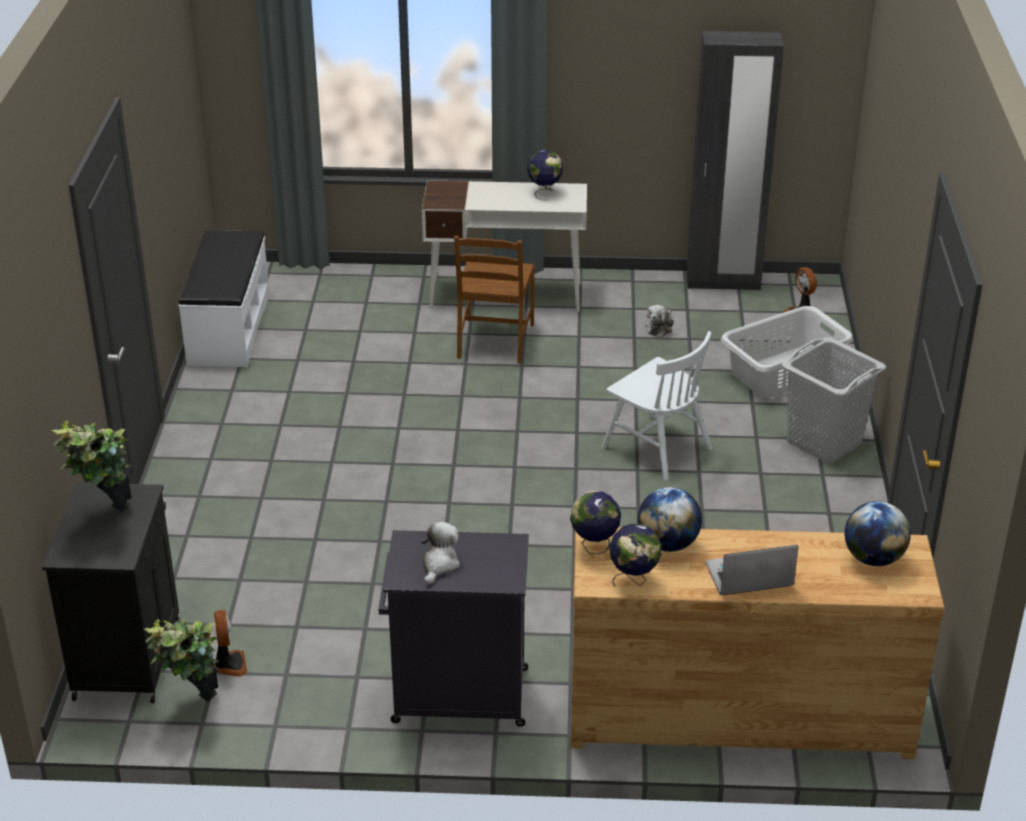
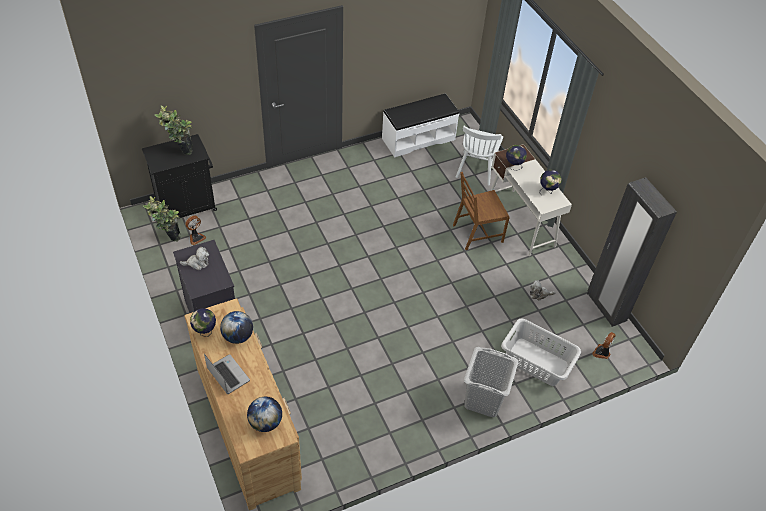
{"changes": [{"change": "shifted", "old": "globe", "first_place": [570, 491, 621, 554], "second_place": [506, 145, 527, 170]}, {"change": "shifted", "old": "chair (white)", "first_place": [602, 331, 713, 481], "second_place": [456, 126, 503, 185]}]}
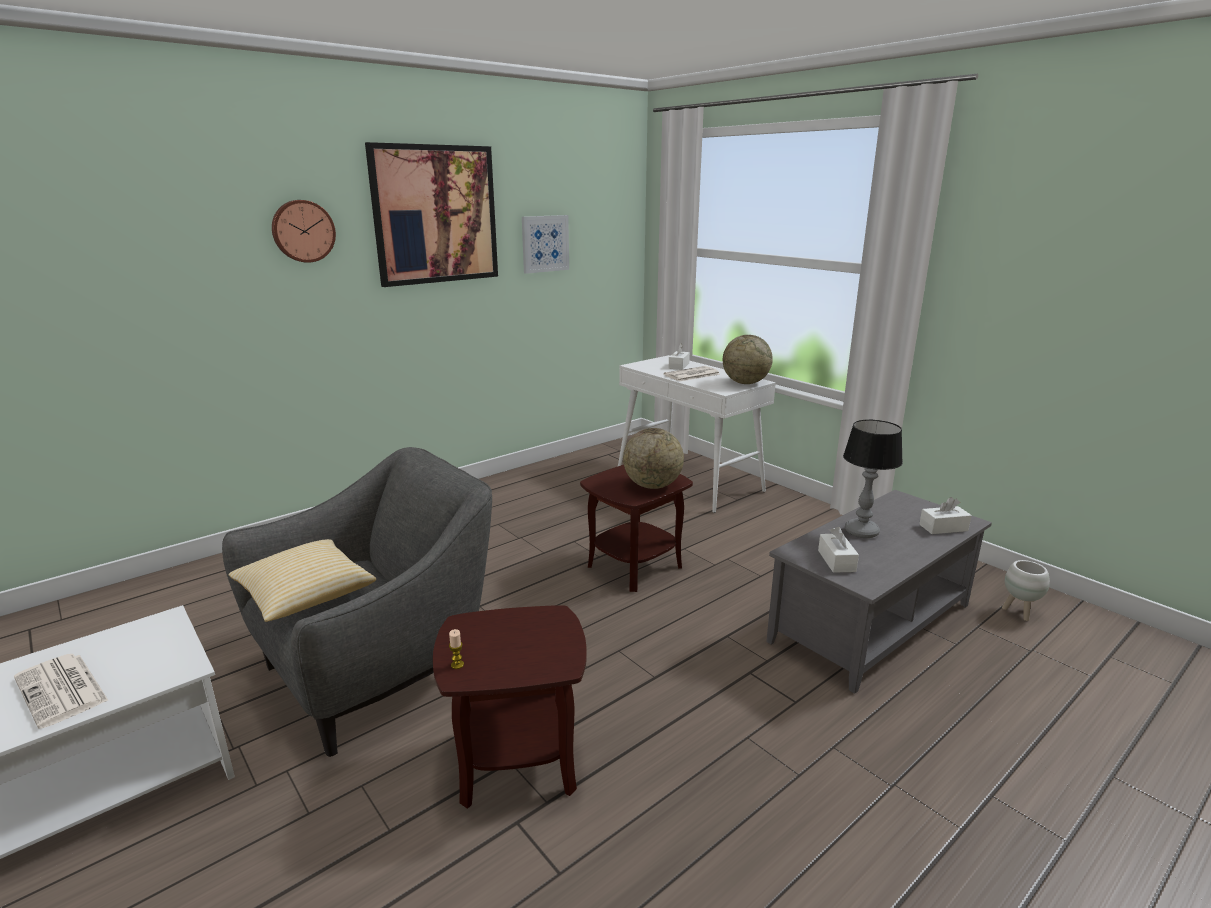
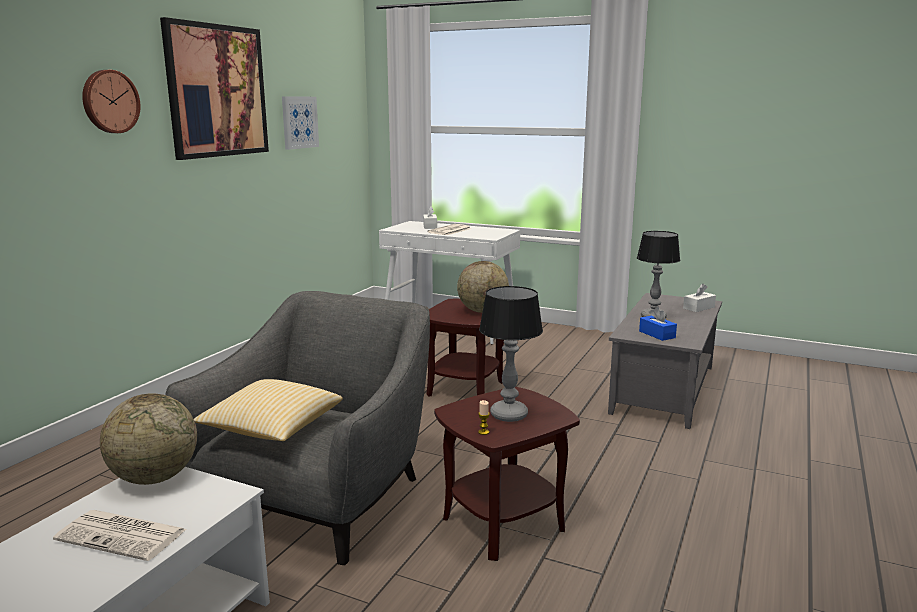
{"changes": [{"change": "gone", "old": "planter (white)", "first_place": [1002, 560, 1050, 621]}, {"change": "new", "new": "table lamp", "second_place": [479, 286, 543, 422]}, {"change": "shifted", "old": "globe", "first_place": [723, 335, 773, 384], "second_place": [100, 394, 197, 485]}, {"change": "repainted", "old": "tissue box (white)", "new": "tissue box (blue)", "first_place": [818, 527, 859, 573], "second_place": [639, 307, 677, 341]}]}
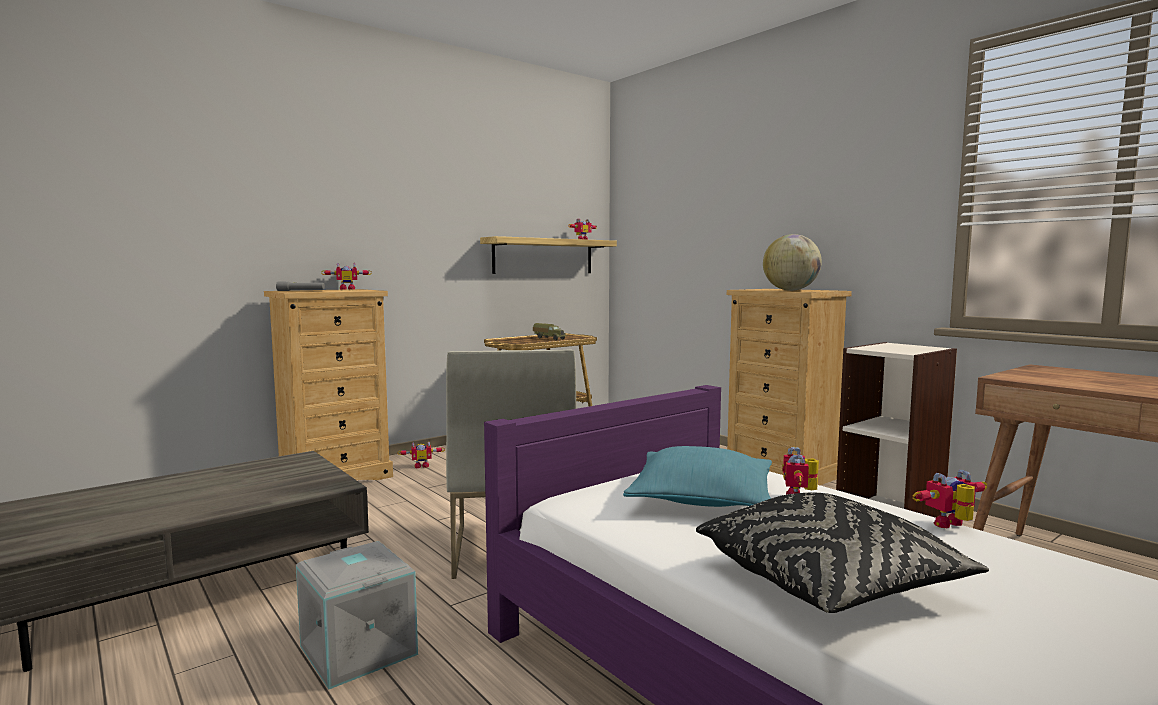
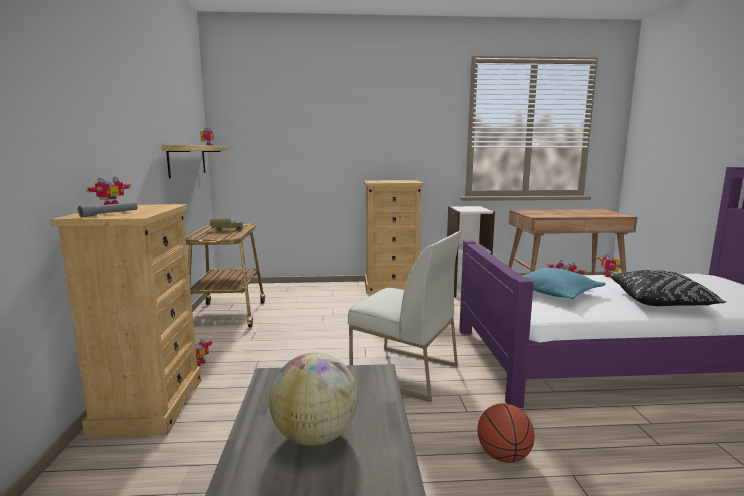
{"changes": [{"change": "shifted", "old": "globe", "first_place": [763, 234, 822, 291], "second_place": [269, 353, 358, 446]}, {"change": "swapped", "old": "storage box (grey)", "new": "basketball", "first_place": [296, 541, 418, 689], "second_place": [477, 403, 535, 463]}]}
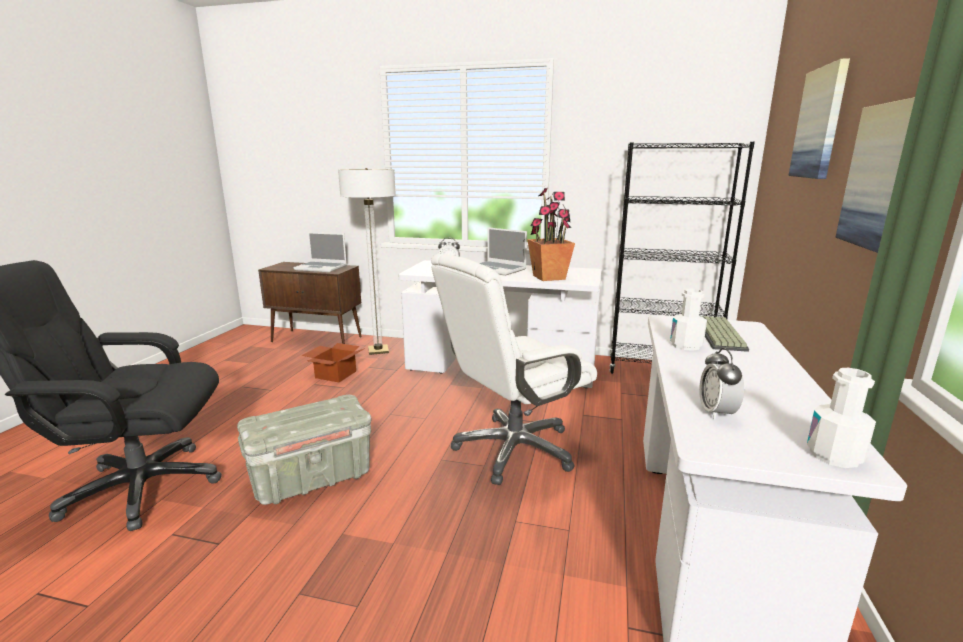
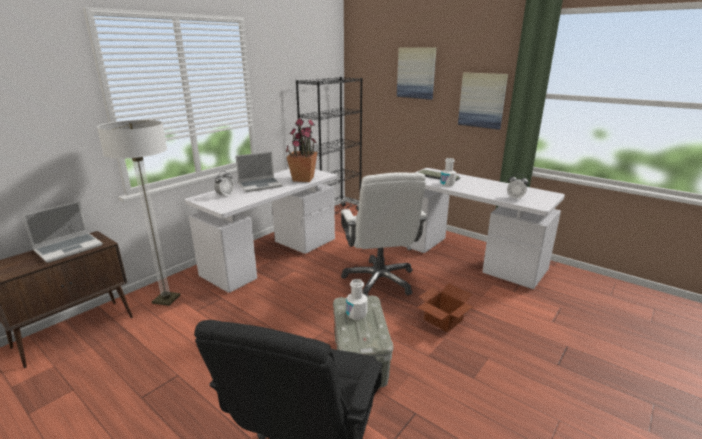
{"changes": [{"change": "shifted", "old": "cardboard box", "first_place": [301, 343, 364, 382], "second_place": [417, 283, 473, 332]}, {"change": "shifted", "old": "bottle (white)", "first_place": [807, 368, 876, 468], "second_place": [346, 279, 368, 320]}]}
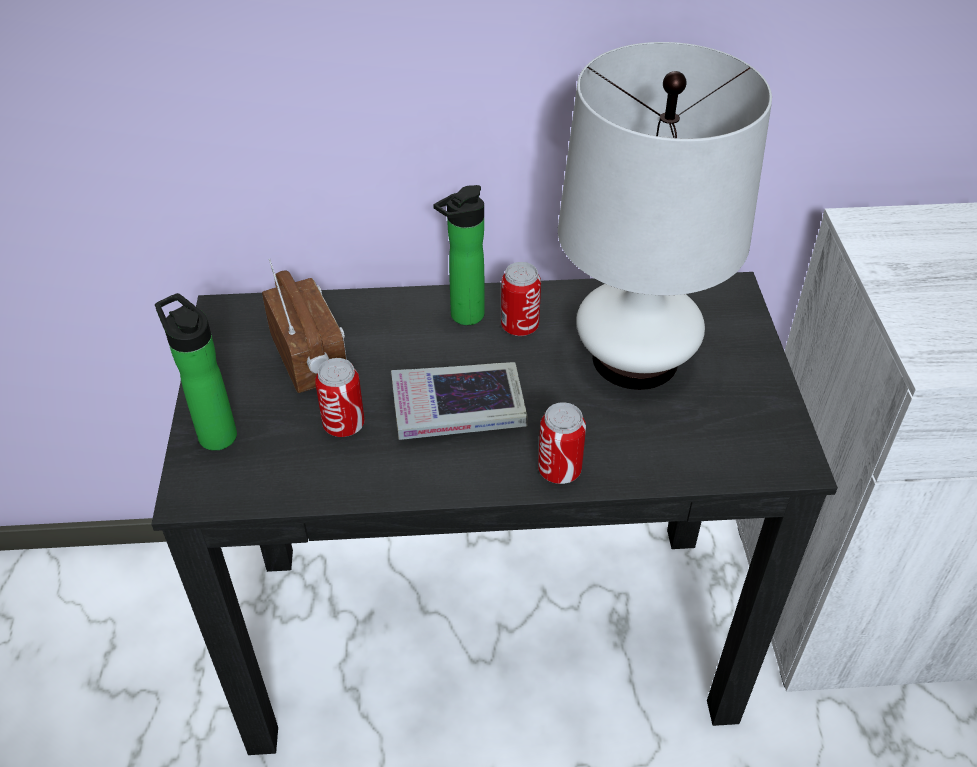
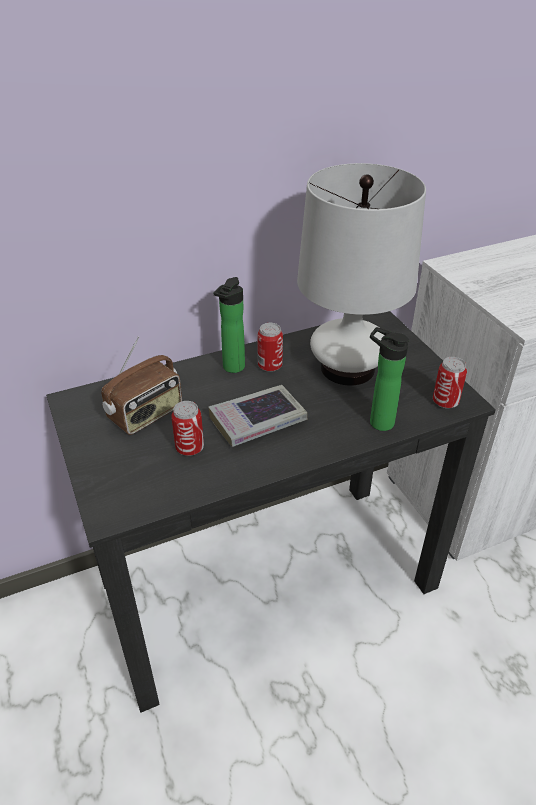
{"changes": [{"change": "shifted", "old": "bottle", "first_place": [155, 293, 237, 451], "second_place": [370, 327, 409, 431]}, {"change": "shifted", "old": "can", "first_place": [538, 402, 586, 484], "second_place": [433, 357, 467, 409]}, {"change": "rotated", "old": "radio", "first_place": [262, 259, 347, 393], "second_place": [101, 336, 182, 435], "degrees": 90}]}
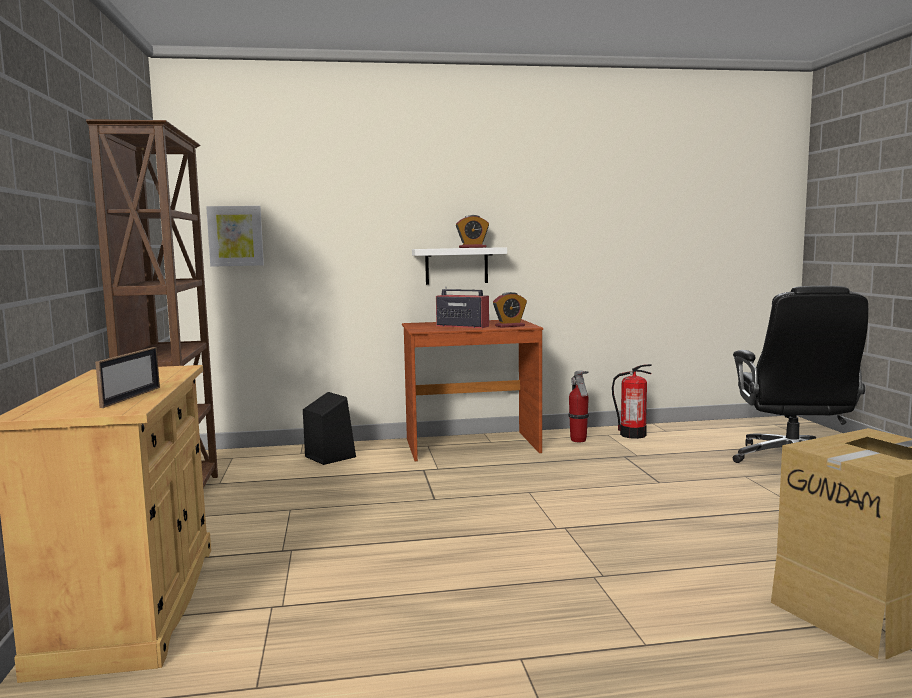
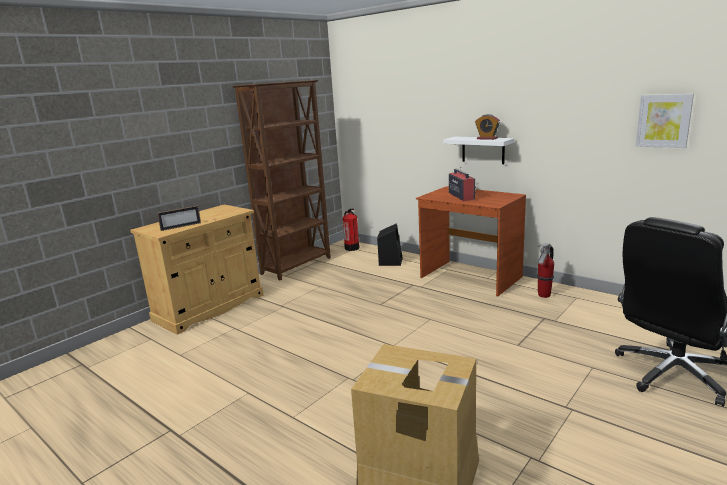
{"changes": [{"change": "gone", "old": "alarm clock", "first_place": [493, 292, 527, 328]}, {"change": "shifted", "old": "picture", "first_place": [206, 206, 264, 267], "second_place": [636, 94, 694, 148]}, {"change": "shifted", "old": "fire extinguisher", "first_place": [612, 364, 652, 439], "second_place": [343, 209, 360, 251]}]}
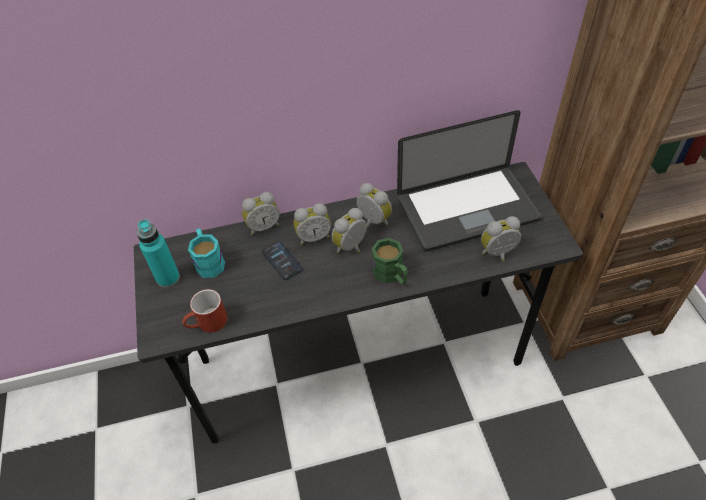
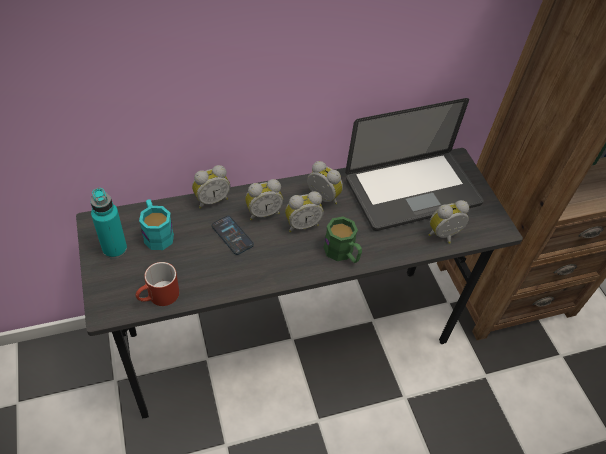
{"changes": [{"change": "rotated", "old": "alarm clock", "first_place": [331, 208, 367, 254], "second_place": [285, 191, 324, 232], "degrees": -150}]}
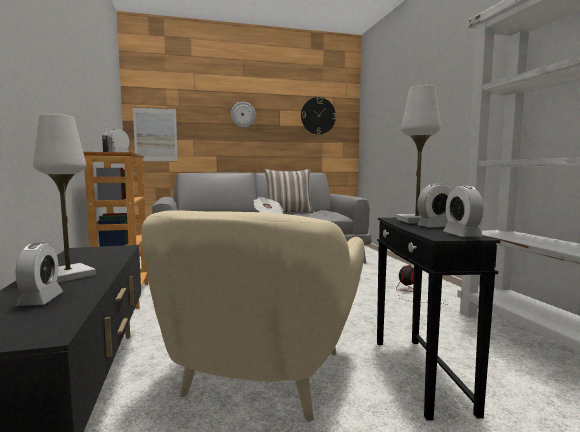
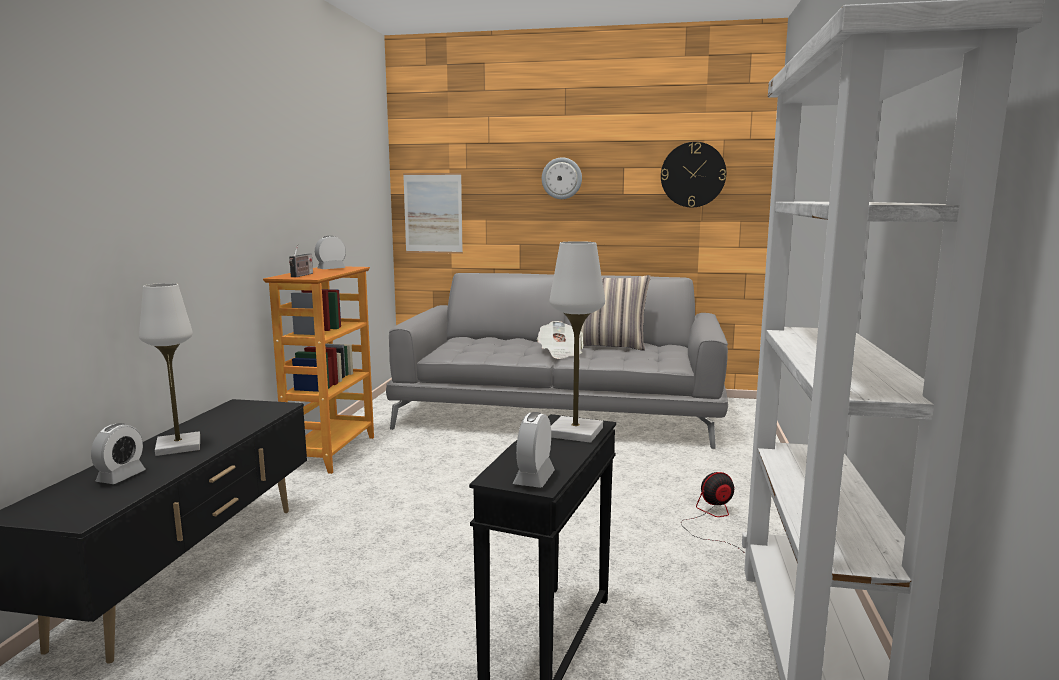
{"changes": [{"change": "gone", "old": "armchair (beige)", "first_place": [142, 210, 364, 421]}, {"change": "gone", "old": "alarm clock", "first_place": [417, 183, 452, 227]}]}
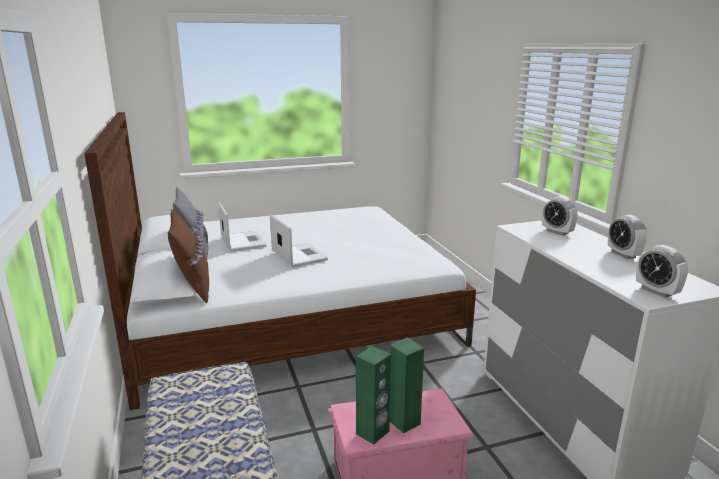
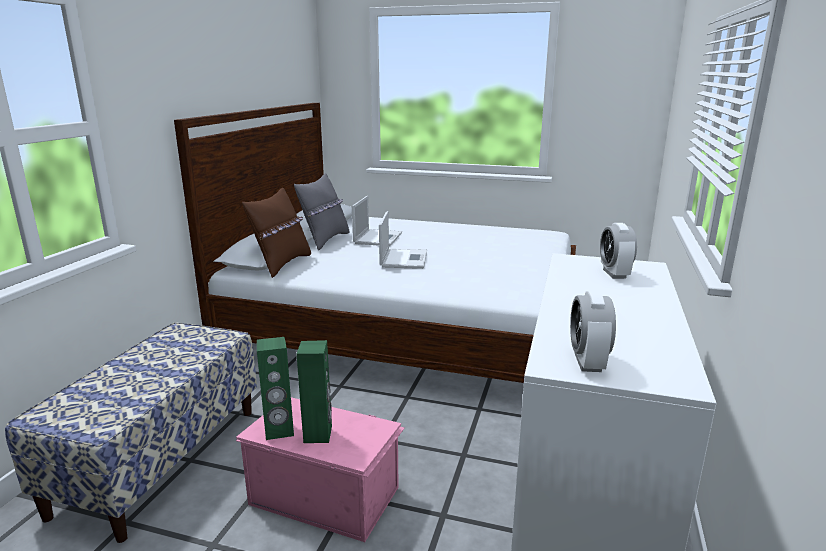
{"changes": [{"change": "gone", "old": "alarm clock", "first_place": [608, 215, 647, 259]}]}
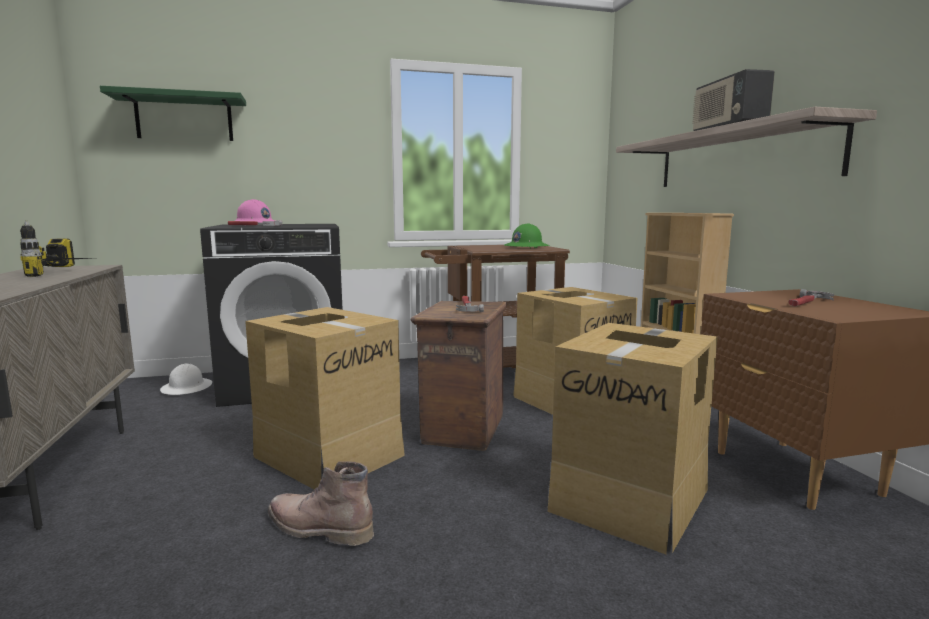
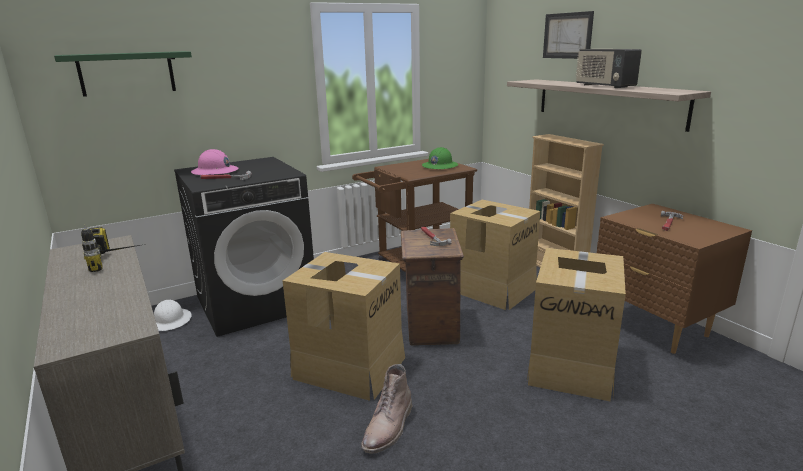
{"changes": [{"change": "new", "new": "picture", "second_place": [543, 11, 594, 59]}, {"change": "rotated", "old": "boot (brown)", "first_place": [268, 461, 374, 546], "second_place": [361, 364, 412, 454], "degrees": -75}]}
